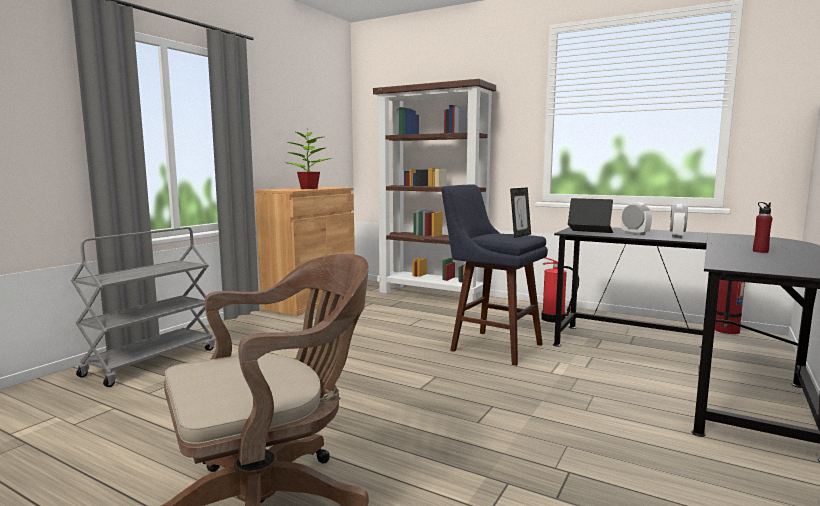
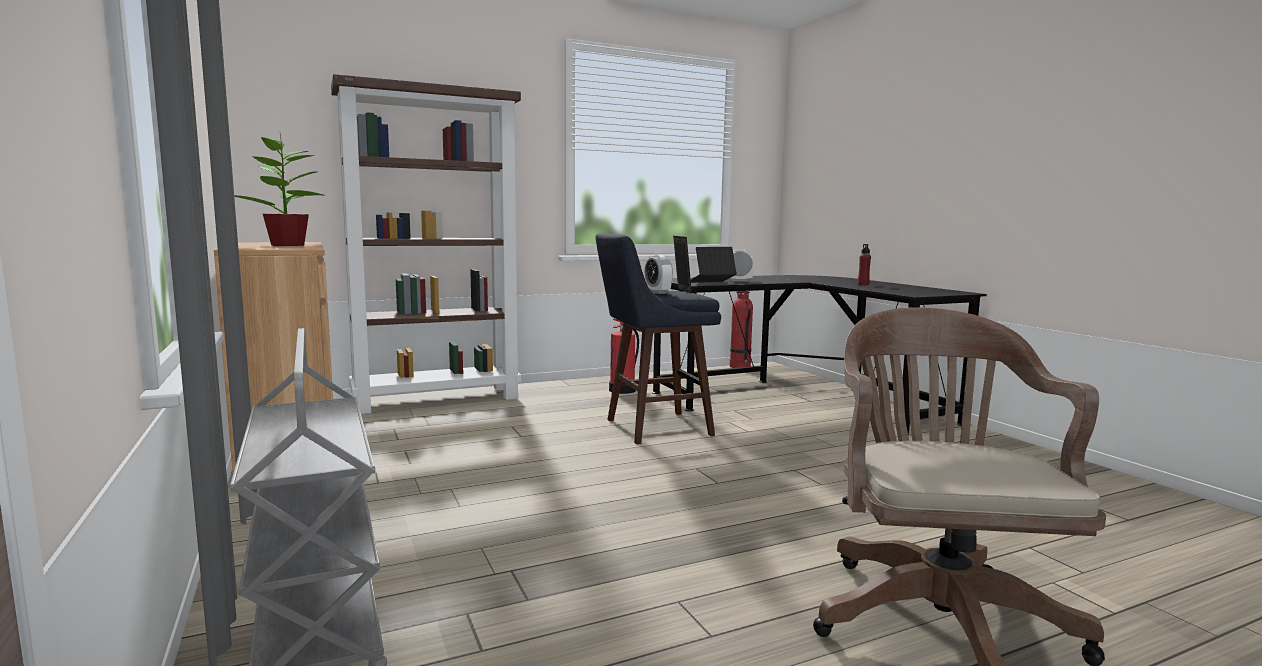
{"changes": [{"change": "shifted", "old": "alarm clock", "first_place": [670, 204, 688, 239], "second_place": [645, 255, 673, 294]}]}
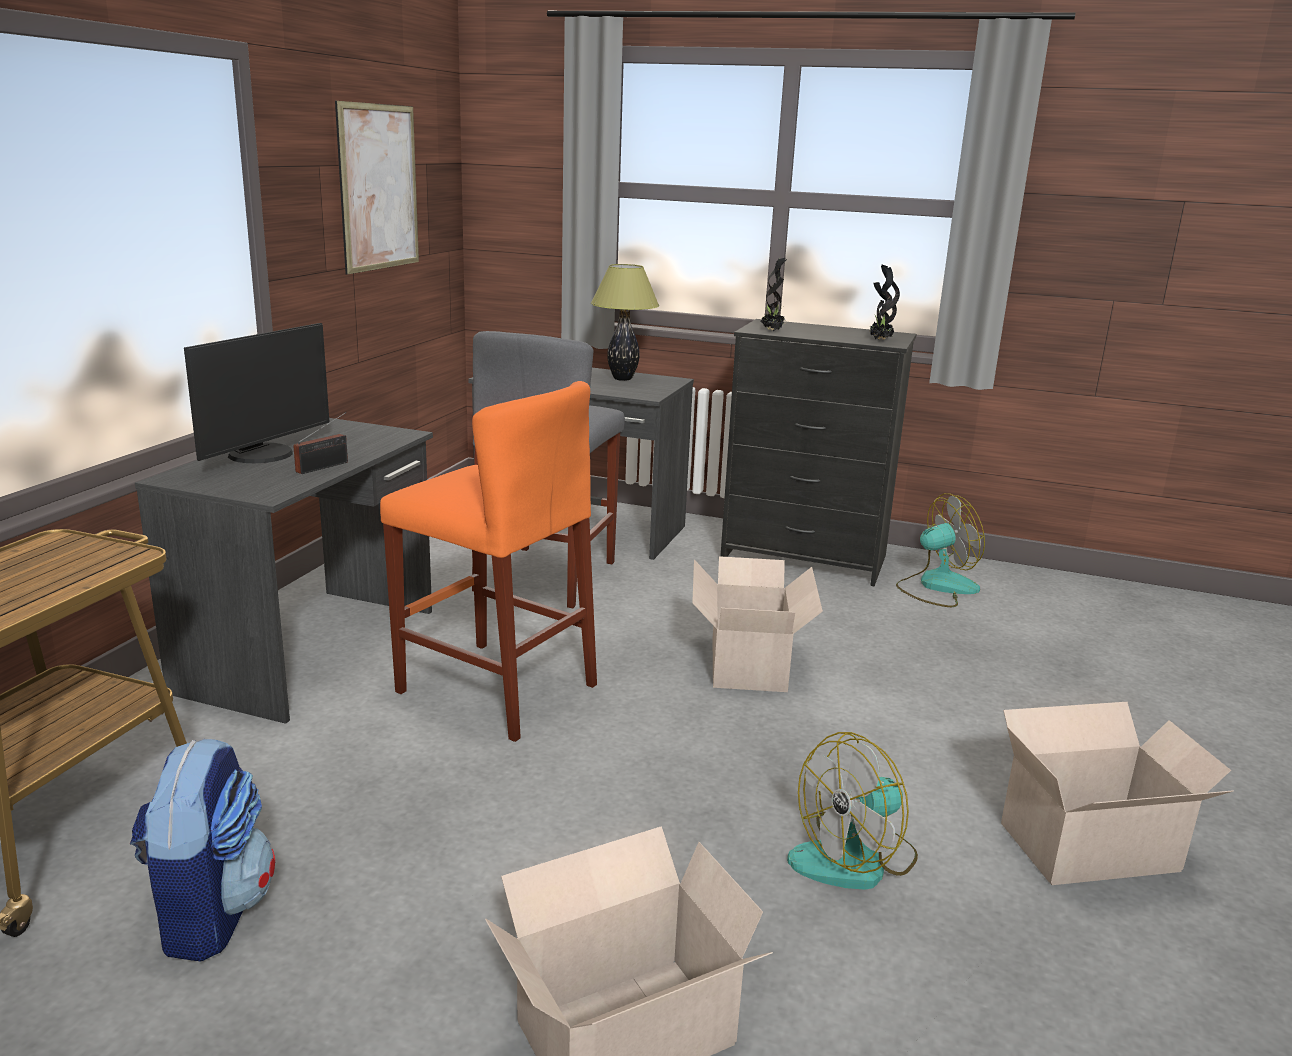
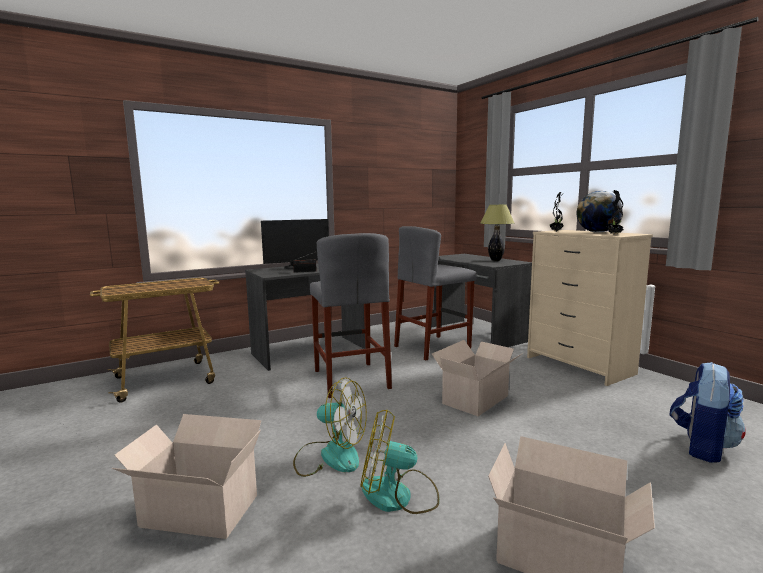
{"changes": [{"change": "gone", "old": "picture", "first_place": [335, 101, 419, 275]}, {"change": "new", "new": "globe", "second_place": [577, 191, 622, 233]}, {"change": "shifted", "old": "backpack", "first_place": [130, 738, 275, 962], "second_place": [670, 362, 746, 463]}, {"change": "shifted", "old": "fan", "first_place": [896, 493, 985, 607], "second_place": [293, 377, 367, 477]}, {"change": "repainted", "old": "stool (orange)", "new": "stool (grey)", "first_place": [380, 381, 597, 742], "second_place": [310, 233, 392, 398]}, {"change": "repainted", "old": "dresser (black)", "new": "dresser (beige)", "first_place": [721, 319, 917, 586], "second_place": [527, 230, 653, 386]}]}
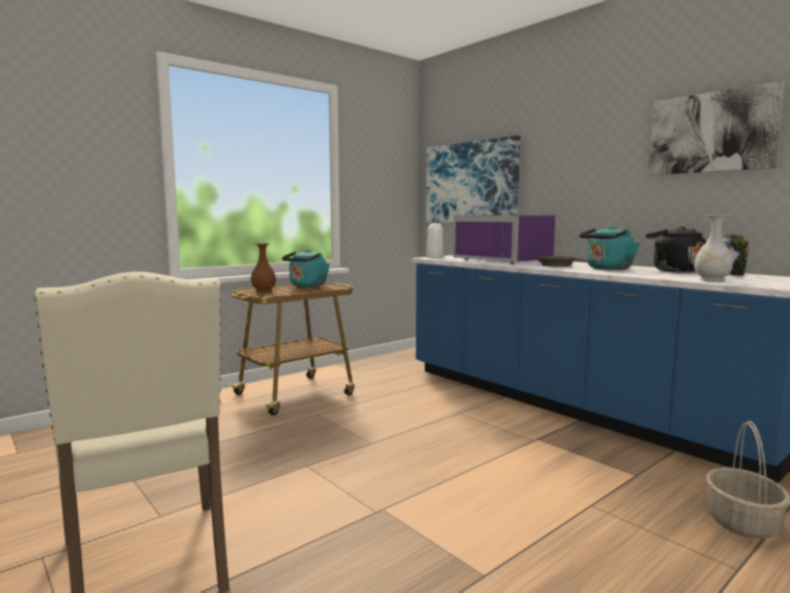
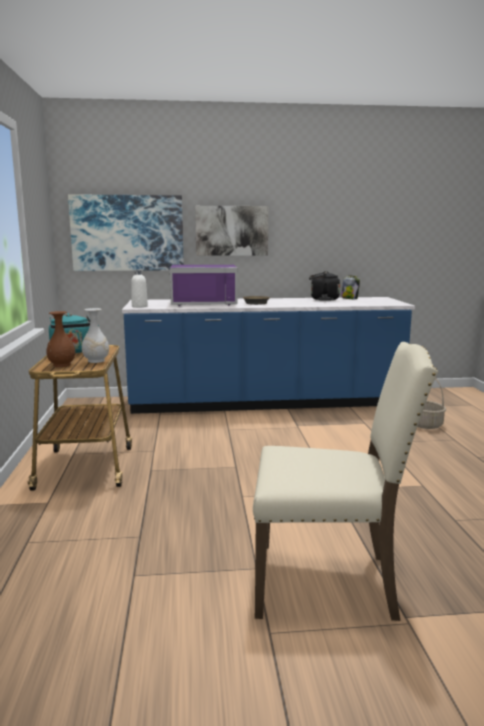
{"changes": [{"change": "gone", "old": "kettle (turquoise)", "first_place": [579, 226, 640, 270]}, {"change": "shifted", "old": "picture", "first_place": [648, 81, 785, 175], "second_place": [195, 206, 268, 256]}, {"change": "shifted", "old": "vase (white)", "first_place": [694, 215, 733, 282], "second_place": [82, 308, 109, 363]}]}
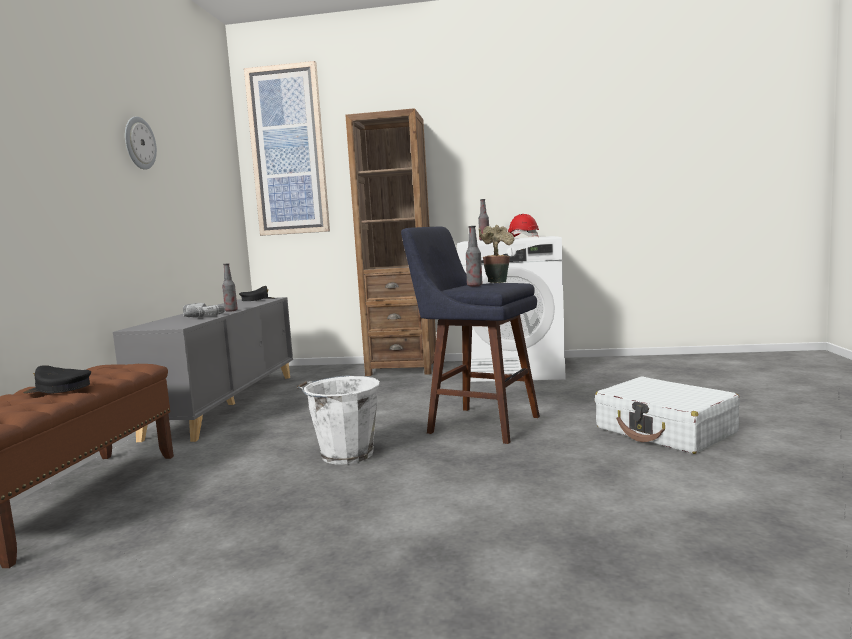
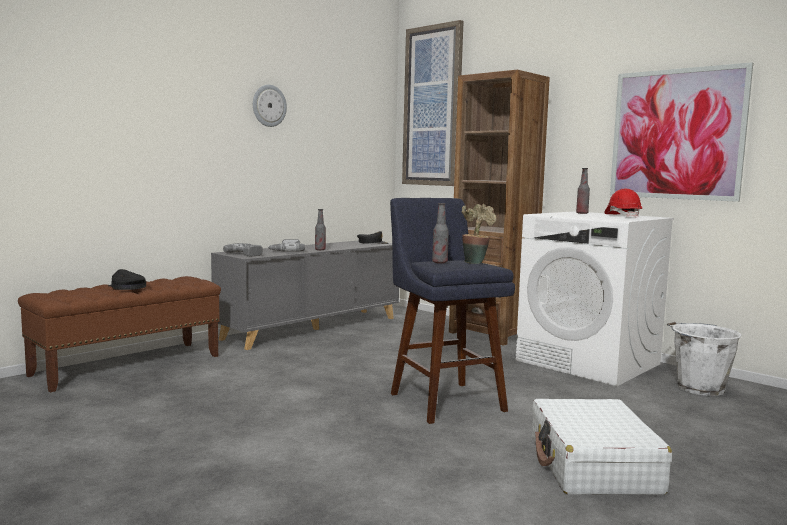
{"changes": [{"change": "new", "new": "power drill", "second_place": [223, 243, 263, 257]}, {"change": "new", "new": "picture", "second_place": [610, 62, 753, 202]}, {"change": "shifted", "old": "bucket (white)", "first_place": [297, 375, 380, 465], "second_place": [667, 322, 742, 396]}]}
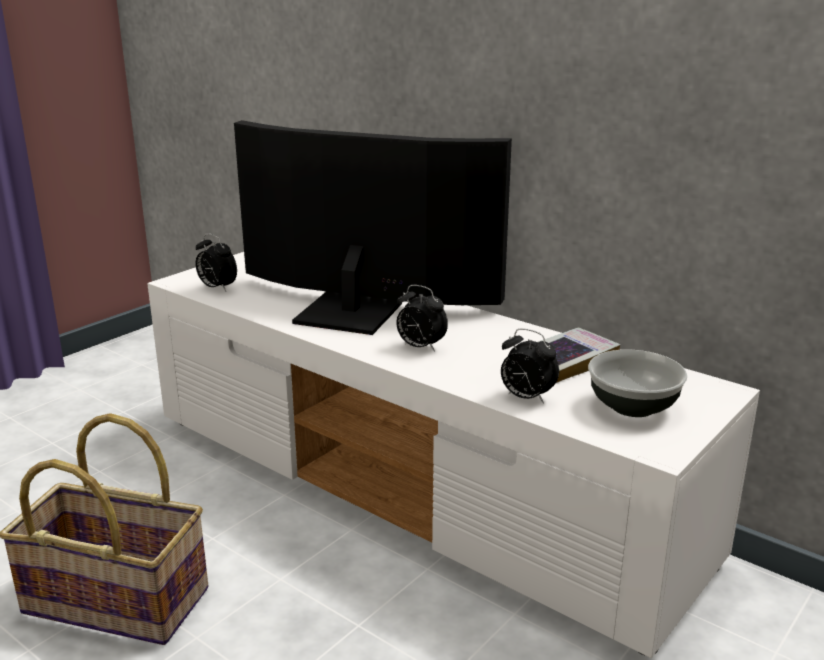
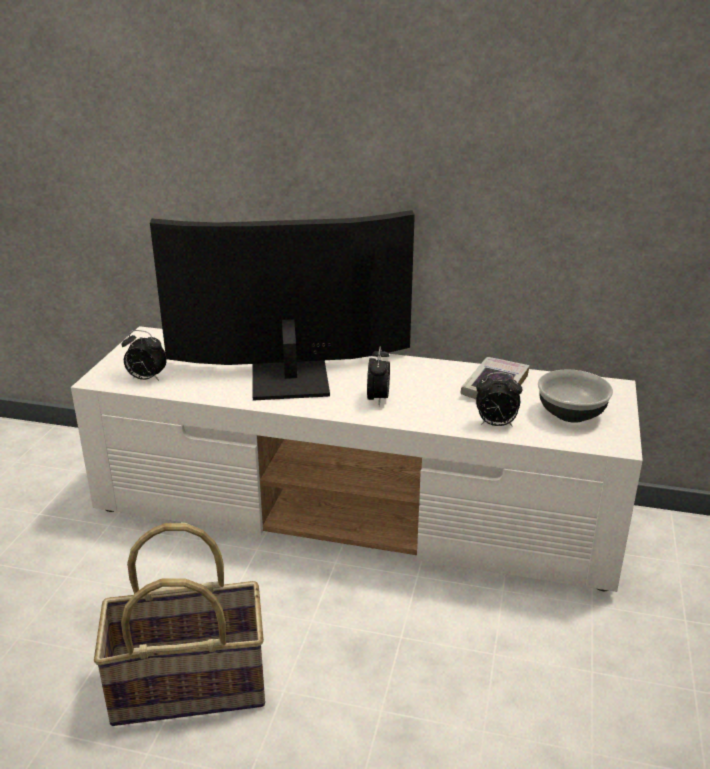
{"changes": [{"change": "rotated", "old": "alarm clock", "first_place": [396, 285, 448, 352], "second_place": [367, 346, 390, 406], "degrees": -90}]}
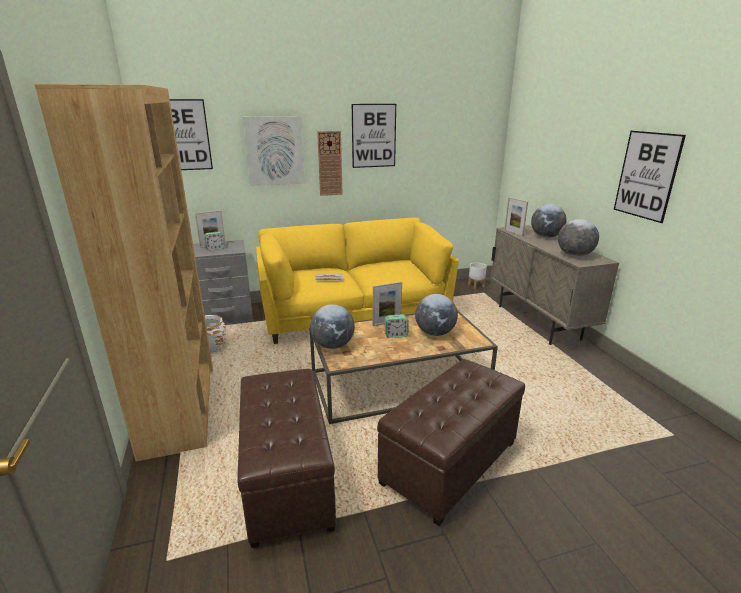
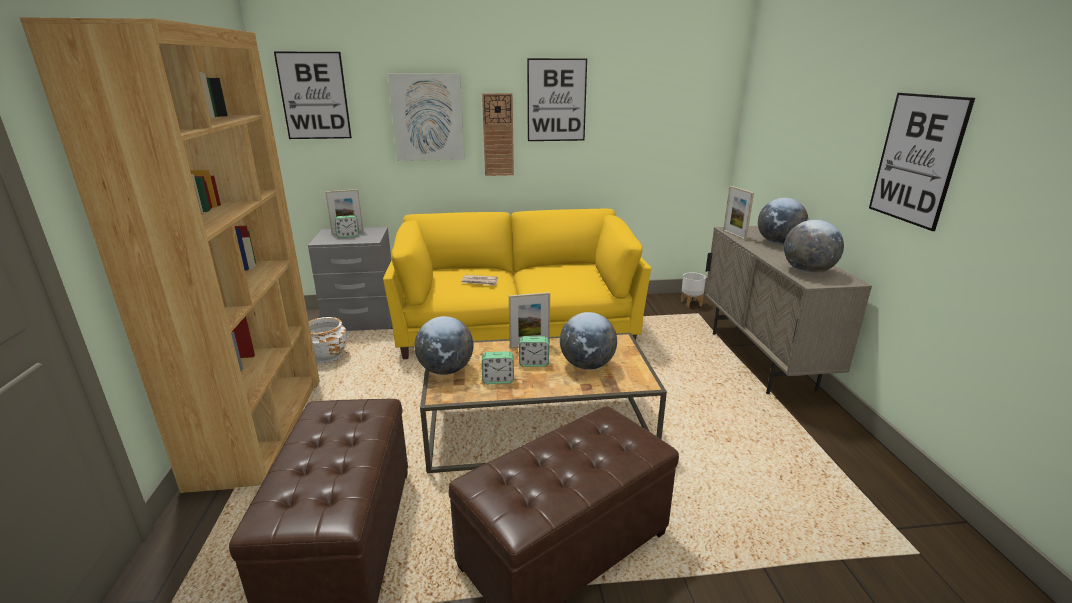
{"changes": [{"change": "new", "new": "alarm clock", "second_place": [482, 351, 514, 384]}]}
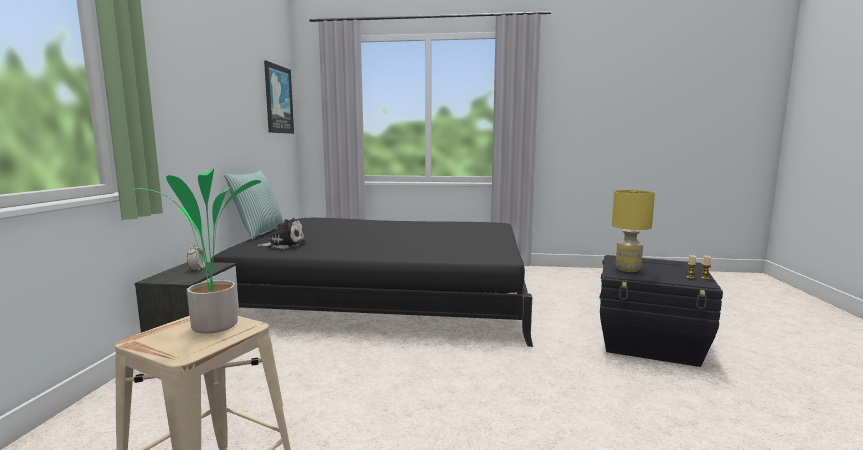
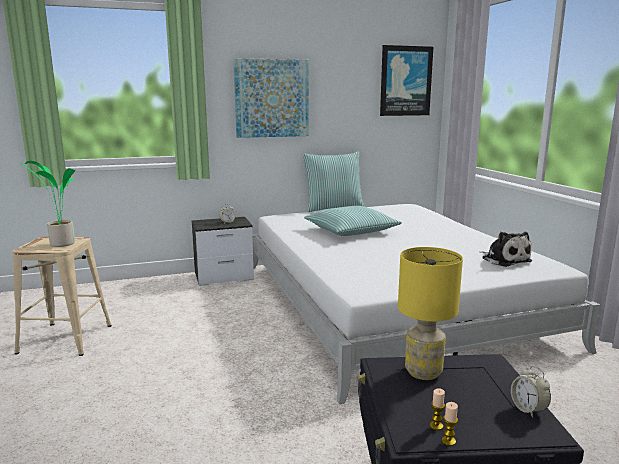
{"changes": [{"change": "new", "new": "picture", "second_place": [233, 58, 309, 138]}, {"change": "new", "new": "pillow", "second_place": [304, 206, 402, 236]}, {"change": "new", "new": "alarm clock", "second_place": [511, 366, 551, 418]}, {"change": "shifted", "old": "plush toy", "first_place": [257, 218, 306, 249], "second_place": [480, 232, 532, 267]}, {"change": "repainted", "old": "bed (black)", "new": "bed (white)", "first_place": [211, 218, 533, 347], "second_place": [253, 204, 600, 404]}]}
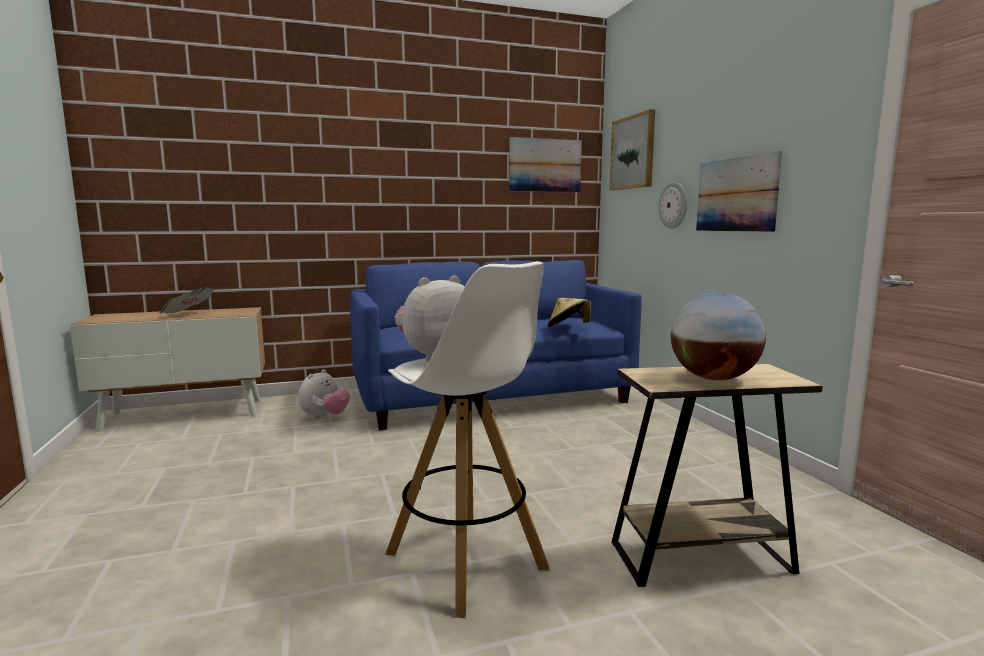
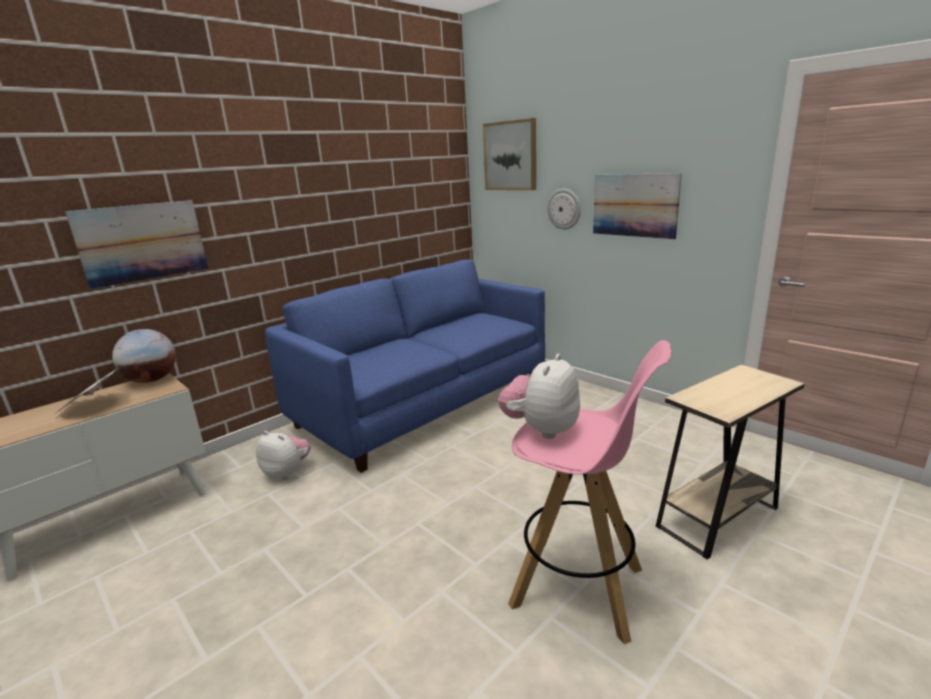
{"changes": [{"change": "gone", "old": "hat (beige)", "first_place": [548, 298, 591, 327]}, {"change": "shifted", "old": "picture", "first_place": [509, 137, 582, 192], "second_place": [65, 200, 208, 289]}, {"change": "shifted", "old": "globe", "first_place": [671, 292, 766, 380], "second_place": [112, 329, 176, 383]}, {"change": "repainted", "old": "stool (white)", "new": "stool (pink)", "first_place": [385, 261, 550, 618], "second_place": [508, 340, 672, 644]}, {"change": "rotated", "old": "plush toy", "first_place": [298, 369, 350, 419], "second_place": [256, 431, 311, 480], "degrees": -60}]}
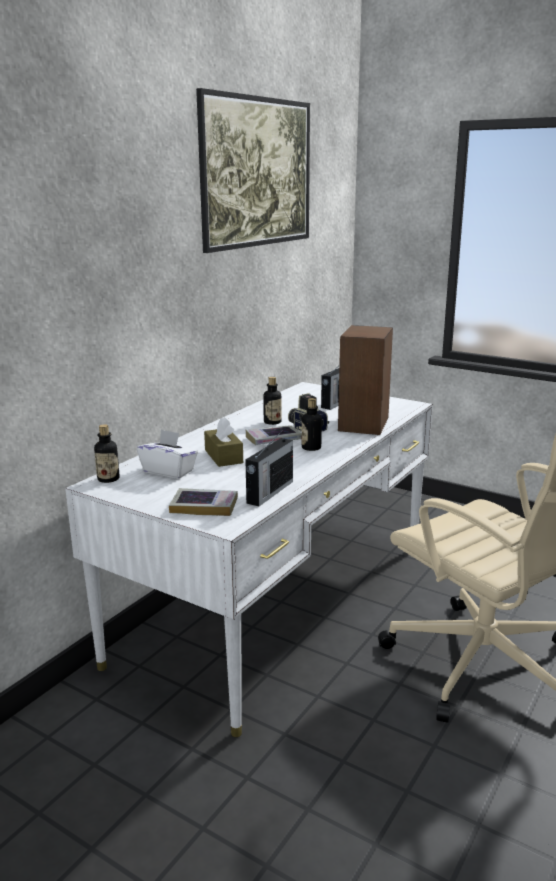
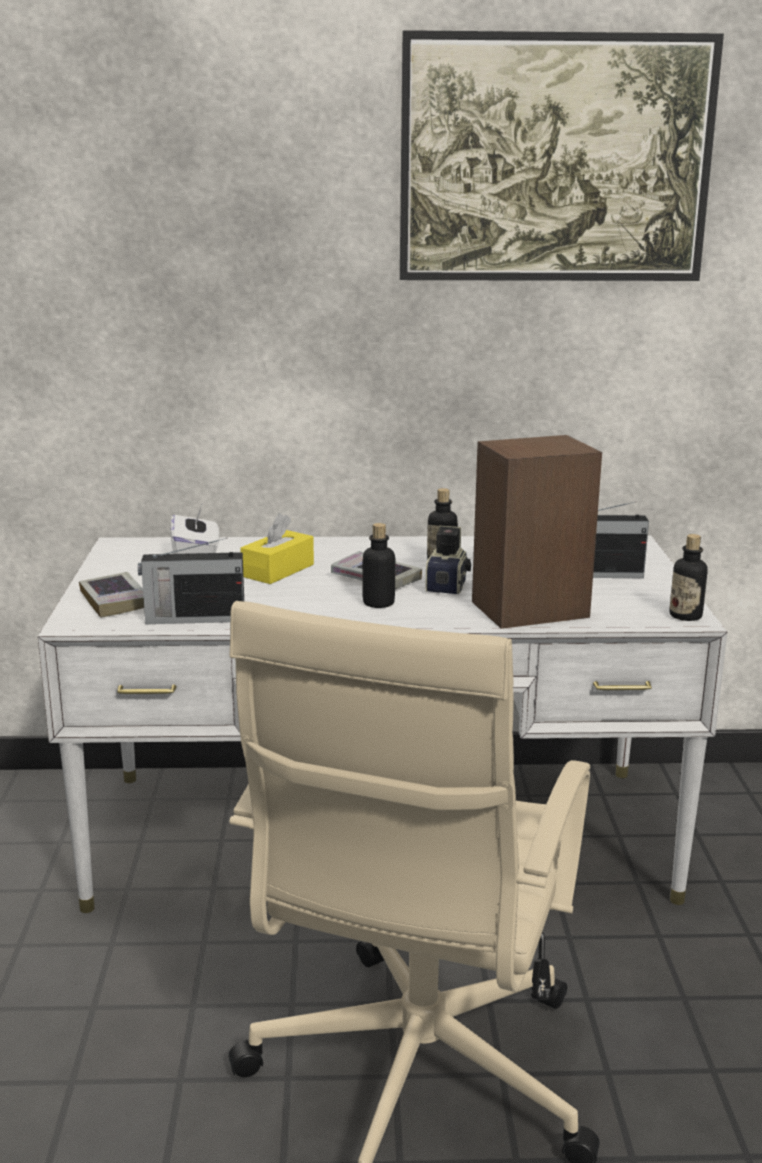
{"changes": [{"change": "shifted", "old": "bottle", "first_place": [94, 424, 120, 483], "second_place": [669, 534, 708, 621]}, {"change": "repainted", "old": "tissue box (brown)", "new": "tissue box (yellow)", "first_place": [204, 417, 243, 467], "second_place": [240, 513, 314, 584]}]}
